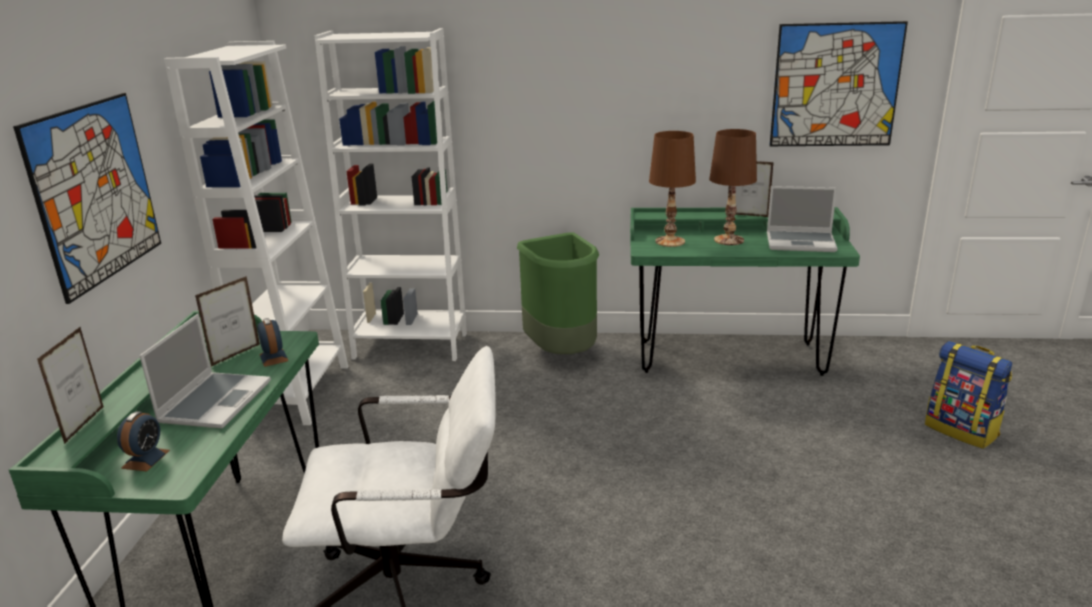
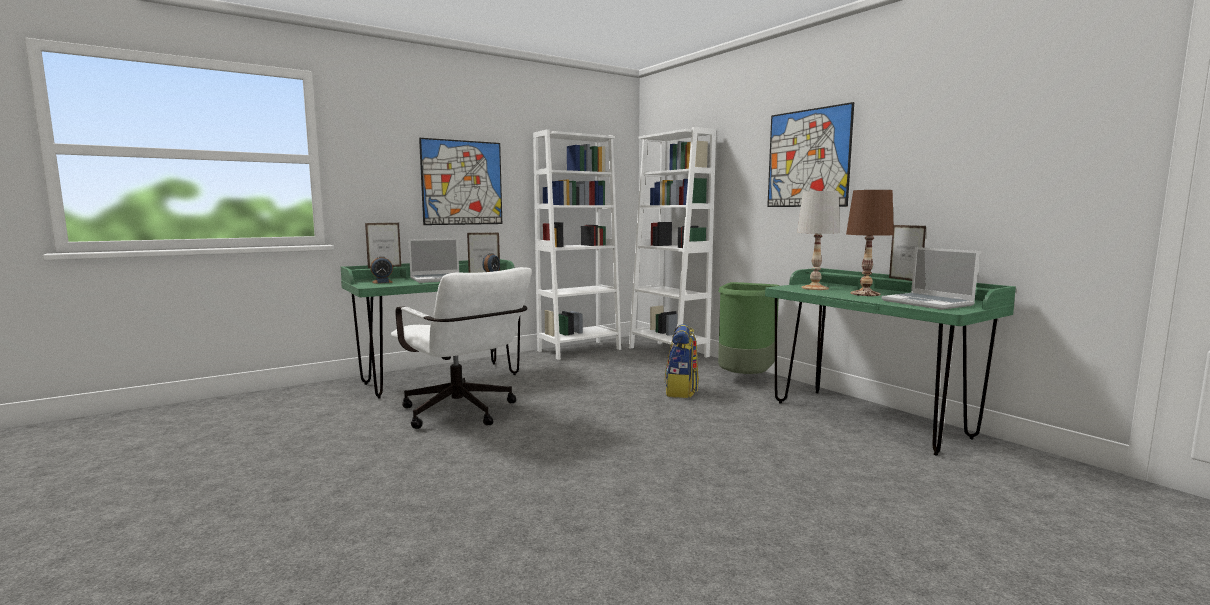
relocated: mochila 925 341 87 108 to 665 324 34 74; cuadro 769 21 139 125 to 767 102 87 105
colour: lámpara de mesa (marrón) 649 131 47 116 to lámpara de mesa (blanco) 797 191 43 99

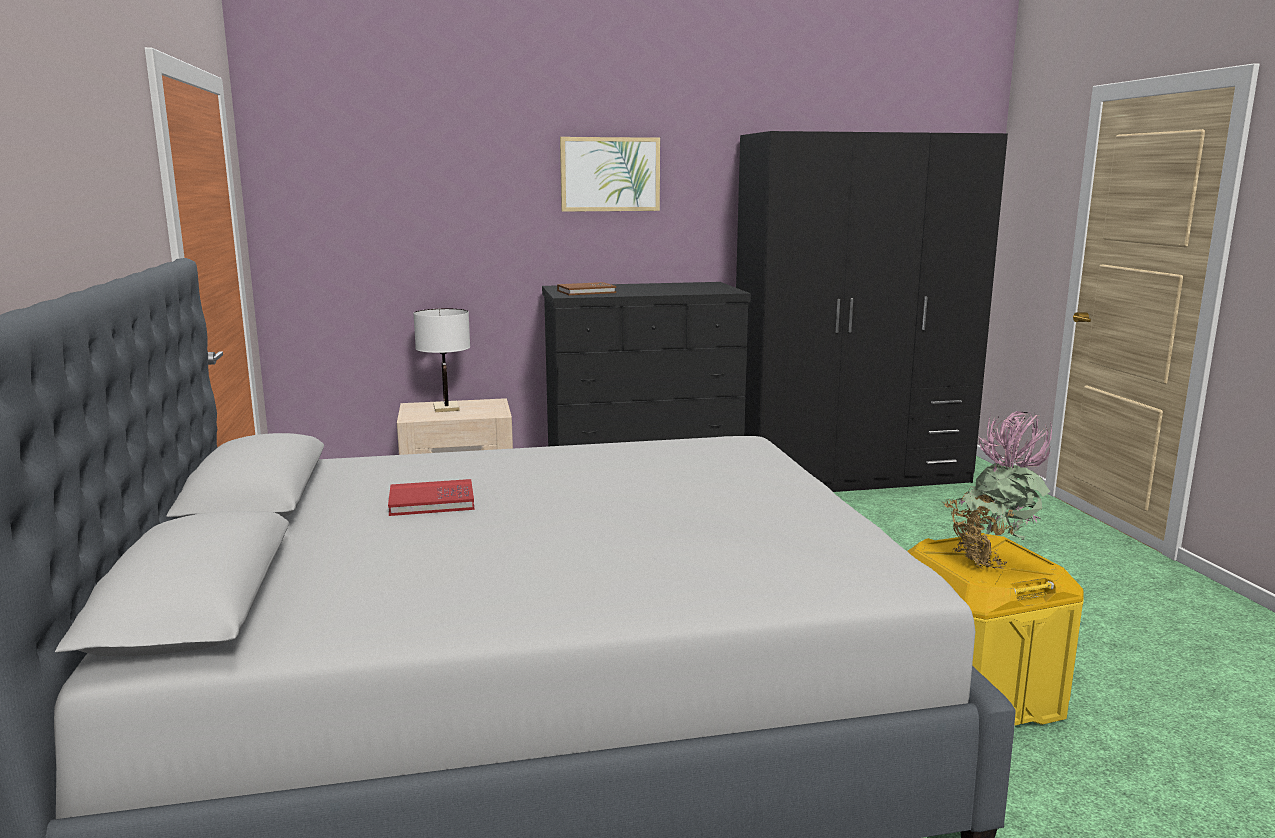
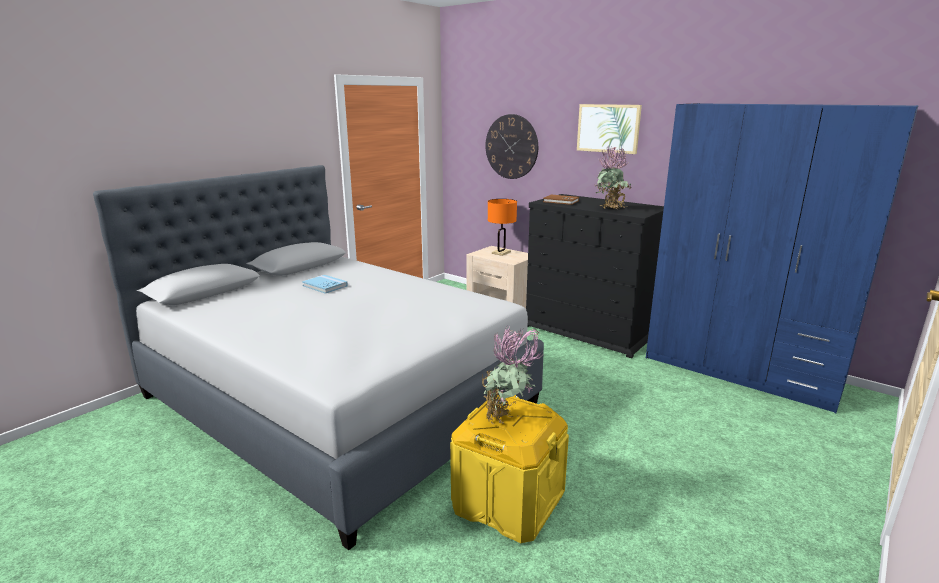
appeared: reloj de pared 486 114 52 65; planta en maceta 593 145 39 64
colour: libro (rojo) 388 479 86 37 to libro (azul) 302 275 46 19; lámpara de mesa (blanco) 413 308 57 104 to lámpara de mesa (naranja) 488 199 29 57; armario ropero (negro) 736 131 272 361 to armario ropero (azul) 646 103 273 310

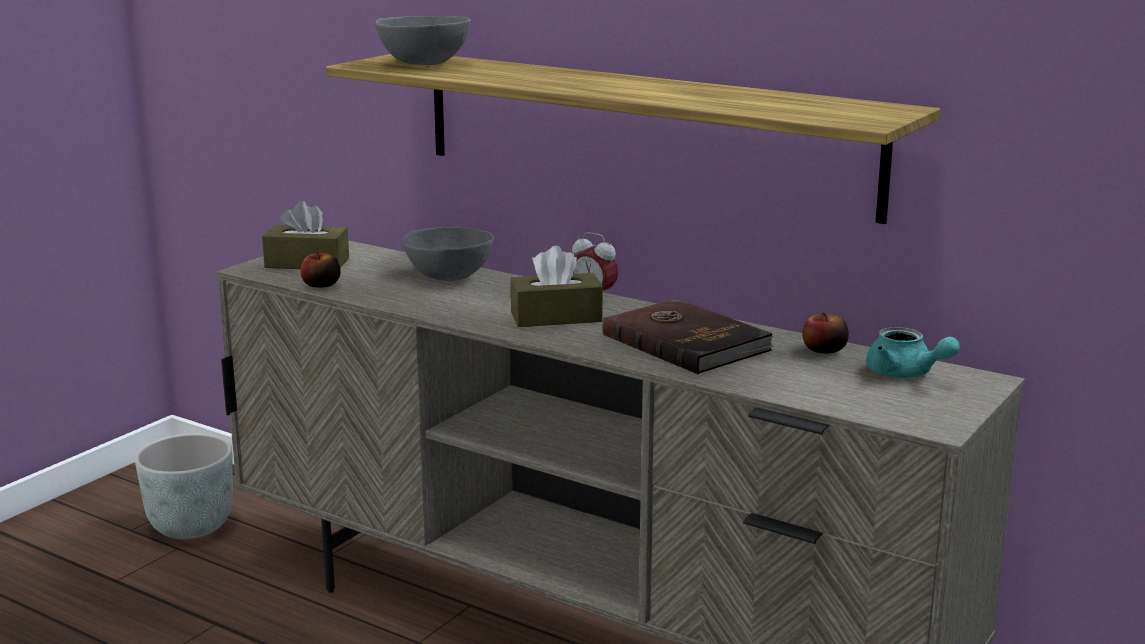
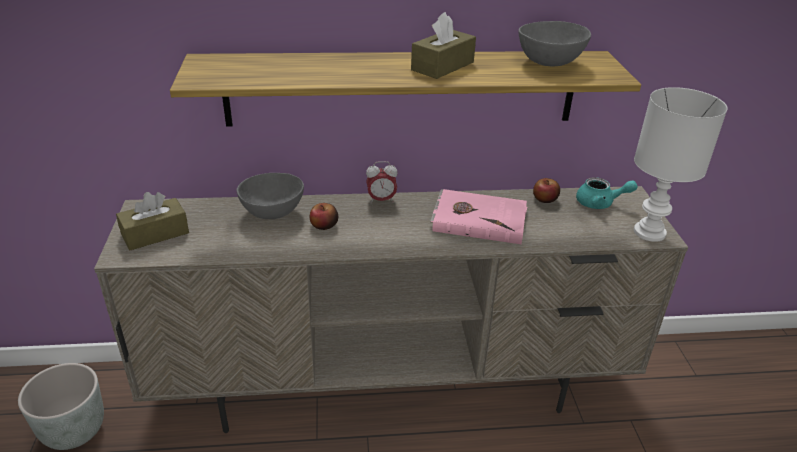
appeared: lámpara de mesa (blanco) 634 87 94 155
relocated: manzana 301 252 40 36 to 310 203 28 27; caja de pañuelos (marrón) 510 246 93 81 to 411 12 65 67; cuenco (gris) 375 16 96 49 to 519 21 72 46
colour: libro (marrón) 602 298 172 76 to libro (rosa) 430 189 97 55

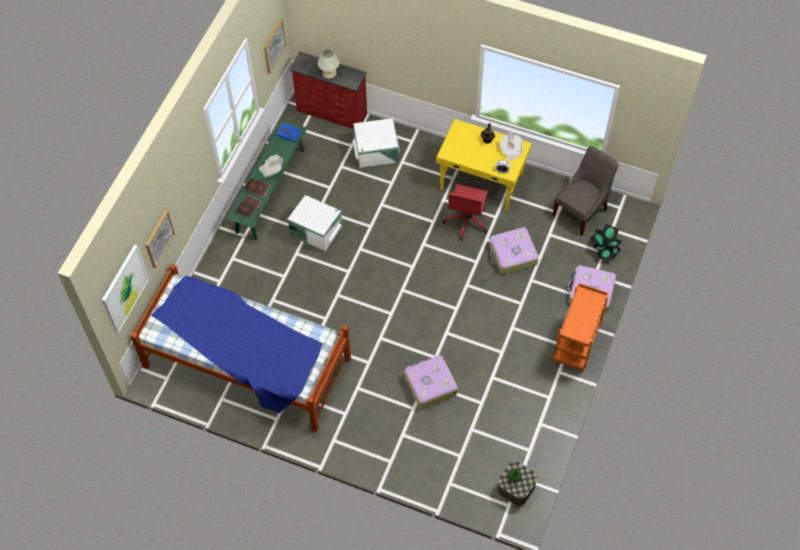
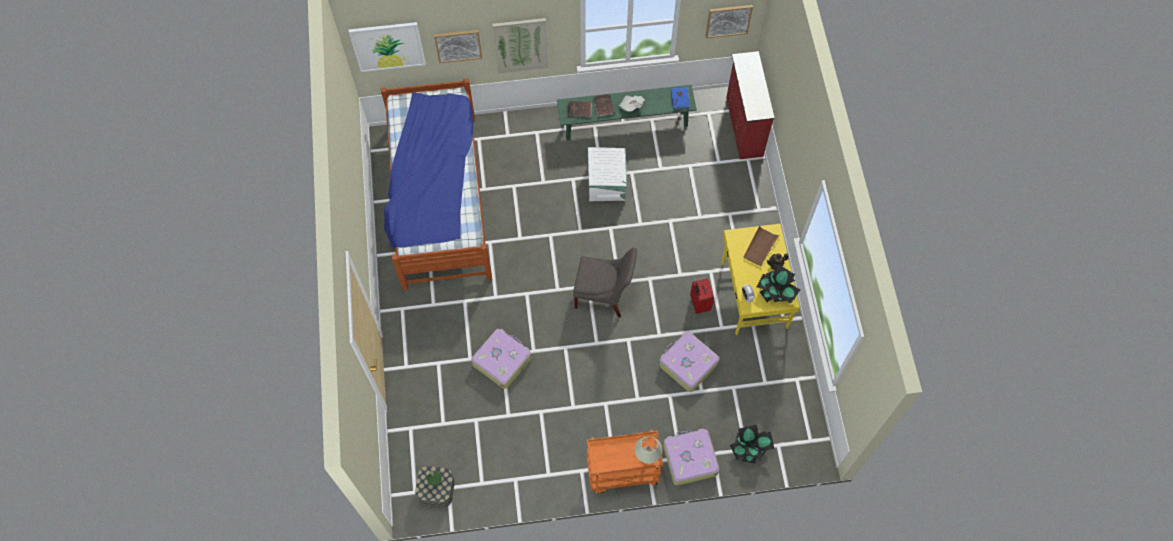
missing: caja de almacenaje (blanco) 353 118 47 50
appeared: cuadro 492 18 56 55; bandeja (marrón) 743 225 36 41
relocated: silla (gris) 552 146 67 90 to 573 247 64 70; lámpara de mesa (beis) 318 48 22 31 to 635 436 28 28
exchanged: silla de oficina (rojo) 443 184 45 56 to maleta (rojo) 690 279 24 35; periódico 499 132 24 29 to planta en maceta 756 265 44 39

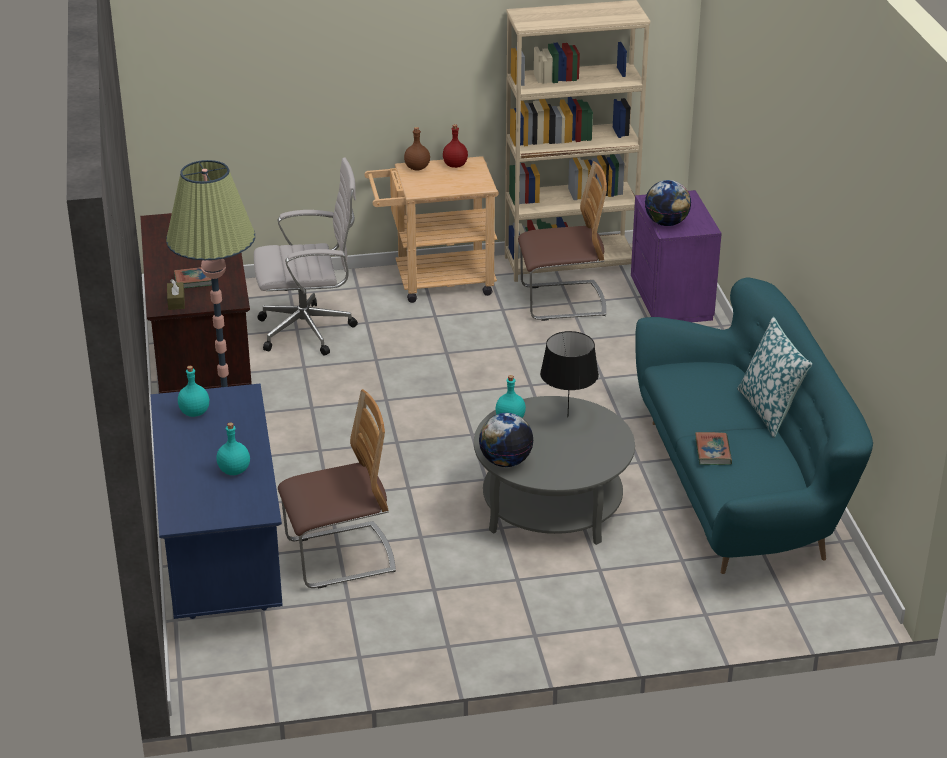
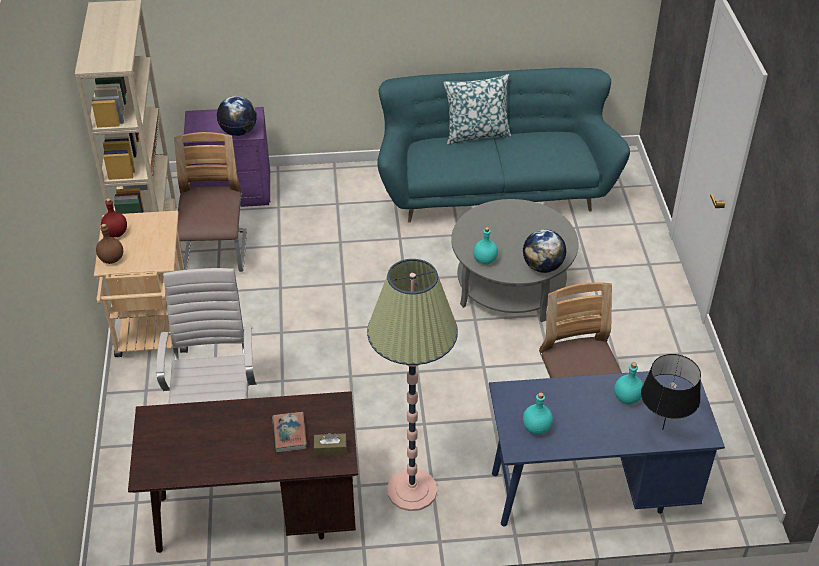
missing: libro 695 432 37 33
relocated: lámpara de mesa (negro) 540 331 59 81 to 641 354 60 76

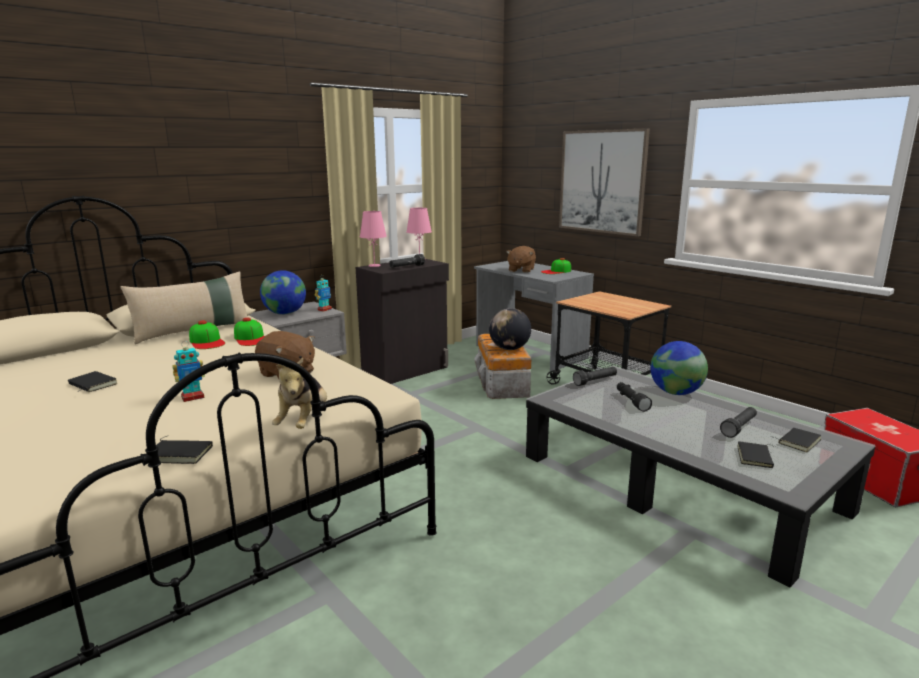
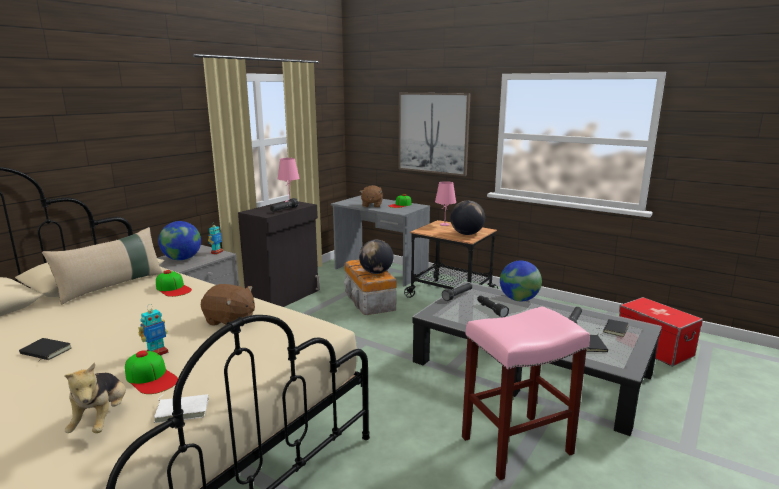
appeared: globo terráqueo 450 200 35 35; taburete (rosa) 462 306 128 174
relocated: peluche 272 358 55 71 to 65 362 61 71; gorra 189 321 36 28 to 125 350 53 44; lámpara de mesa (rosa) 360 211 27 56 to 435 181 21 45
colour: libro (negro) 156 436 57 28 to libro (blanco) 154 394 55 29

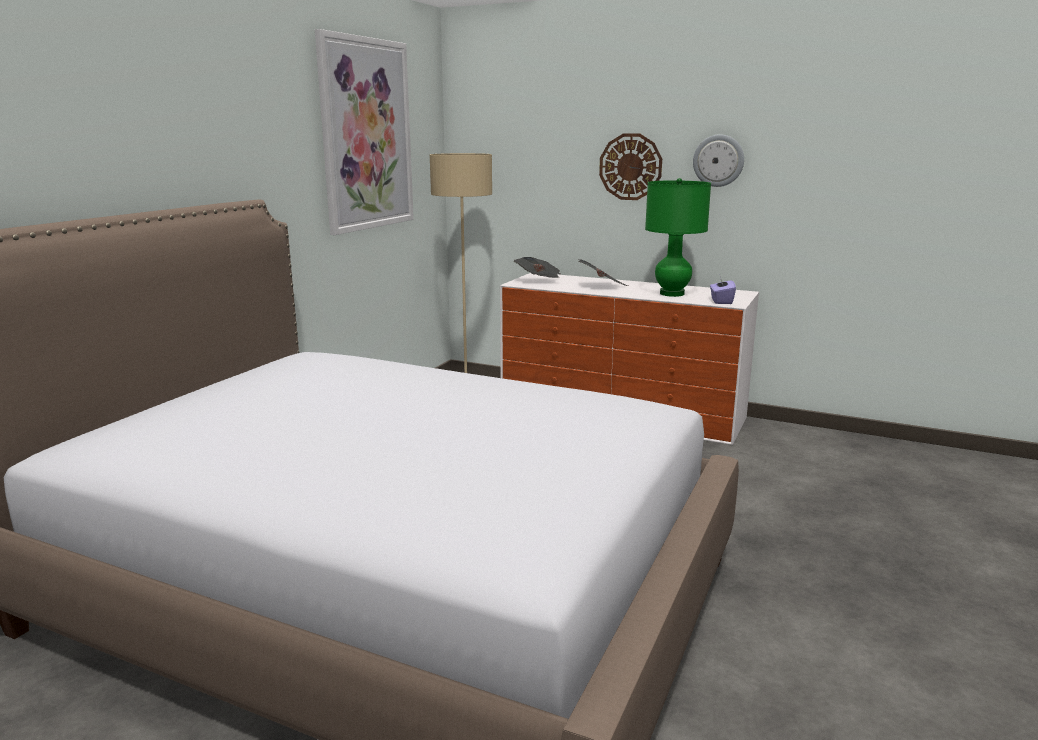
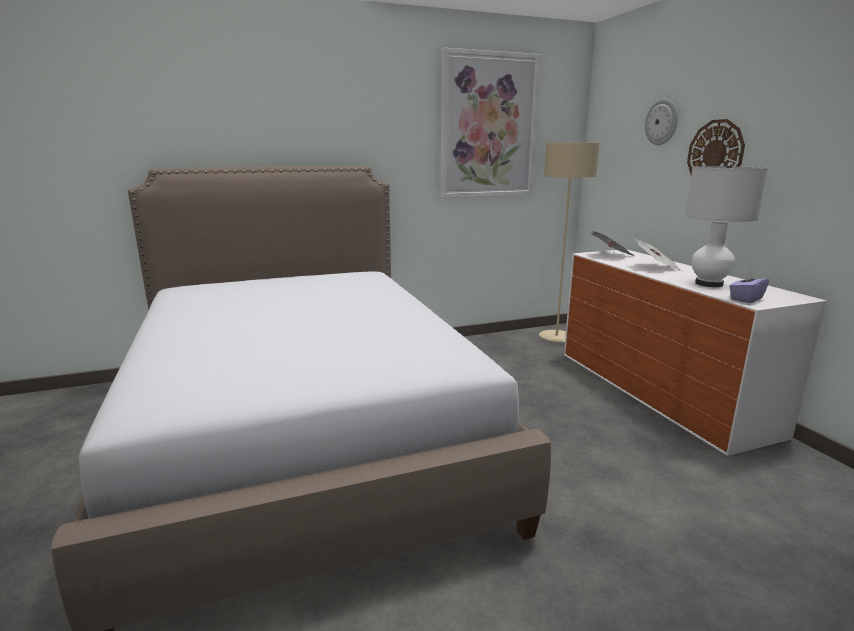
relocated: reloj de pared 693 134 51 53 to 645 99 33 46
colour: lámpara de mesa (verde) 645 178 66 119 to lámpara de mesa (blanco) 685 162 83 125

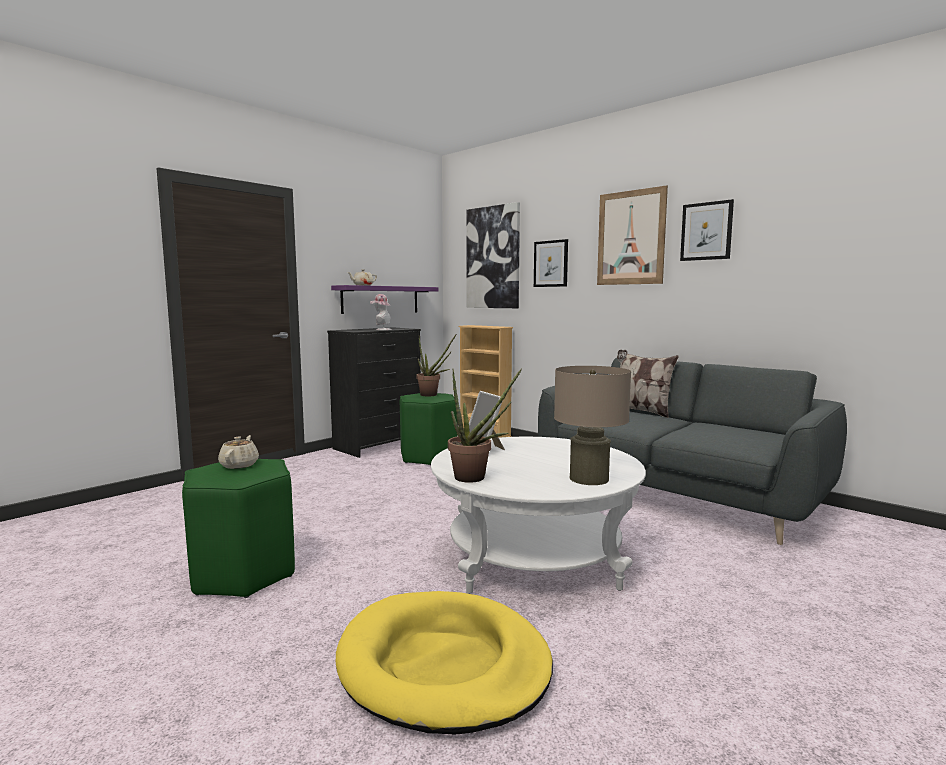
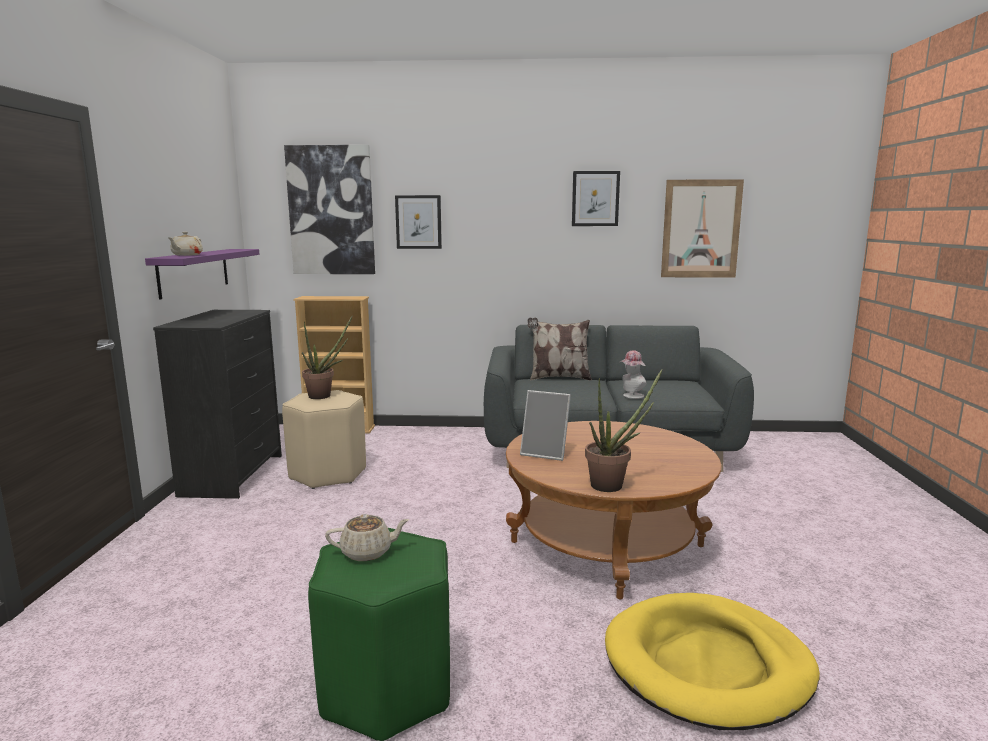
missing: lámpara de mesa (beis) 554 366 77 119
relocated: sombrero 370 294 22 36 to 619 350 27 49; cuadro 597 185 71 100 to 661 179 83 99
colour: taburete (verde) 400 393 58 72 to taburete (beis) 282 390 84 99; mesa de centro (blanco) 431 437 215 157 to mesa de centro (marrón) 506 421 216 178
spun: tetera (beis) 218 435 41 34 = 325 514 85 47 120 degrees clockwise

